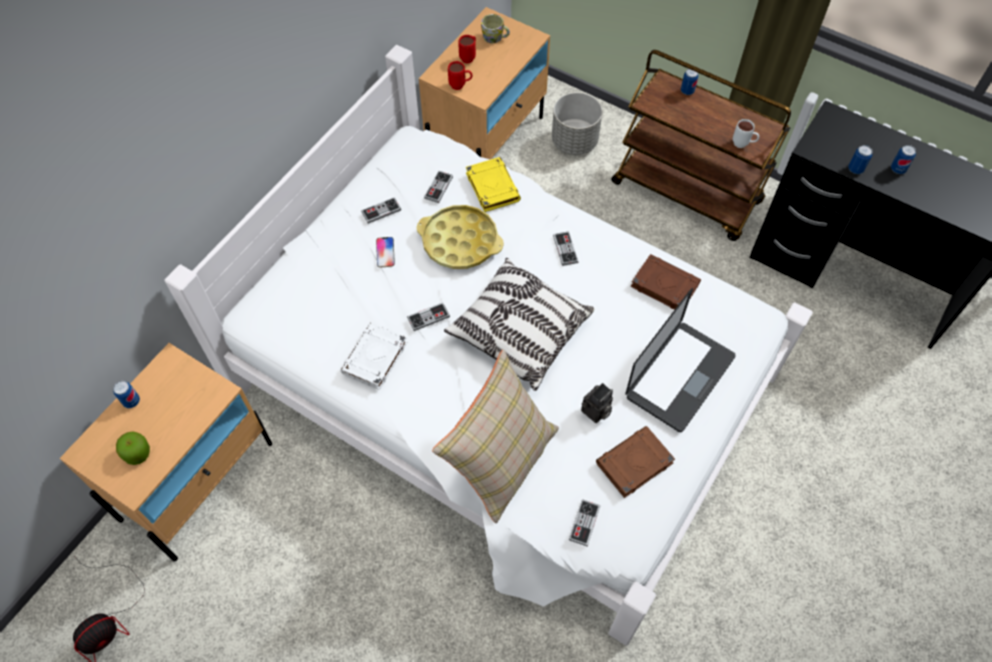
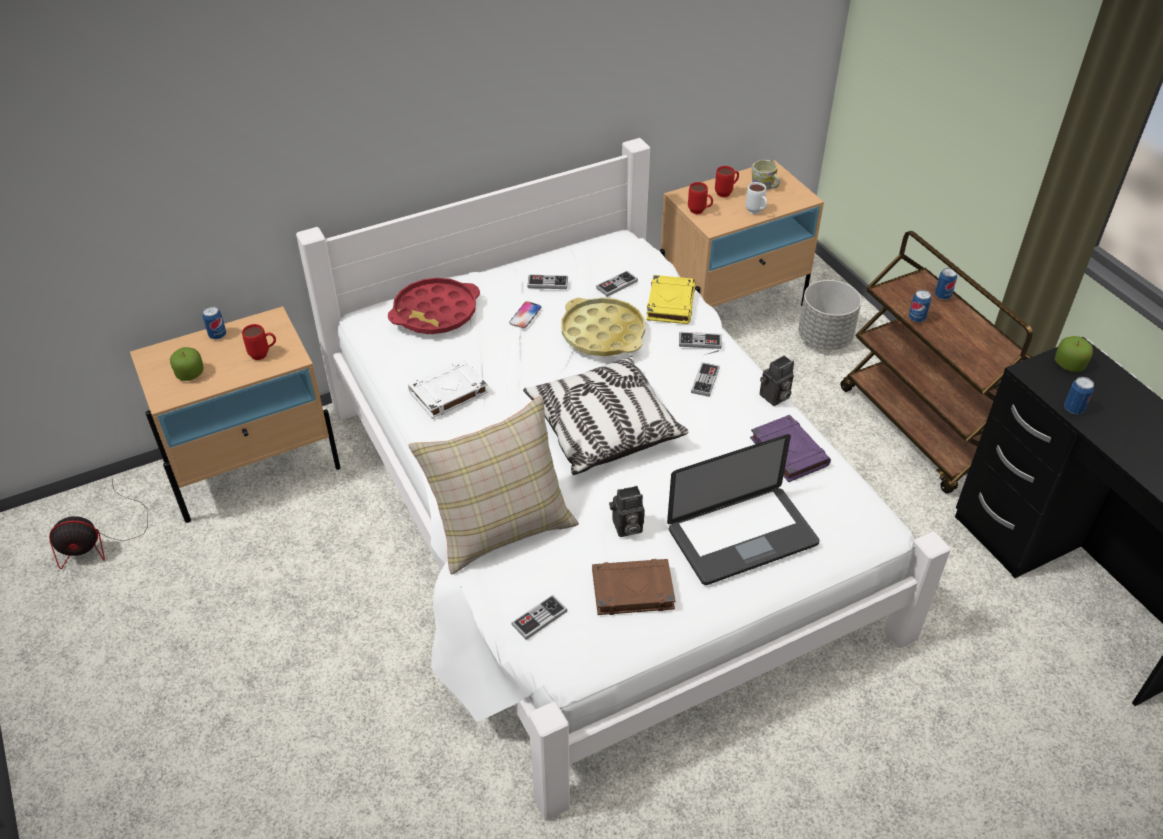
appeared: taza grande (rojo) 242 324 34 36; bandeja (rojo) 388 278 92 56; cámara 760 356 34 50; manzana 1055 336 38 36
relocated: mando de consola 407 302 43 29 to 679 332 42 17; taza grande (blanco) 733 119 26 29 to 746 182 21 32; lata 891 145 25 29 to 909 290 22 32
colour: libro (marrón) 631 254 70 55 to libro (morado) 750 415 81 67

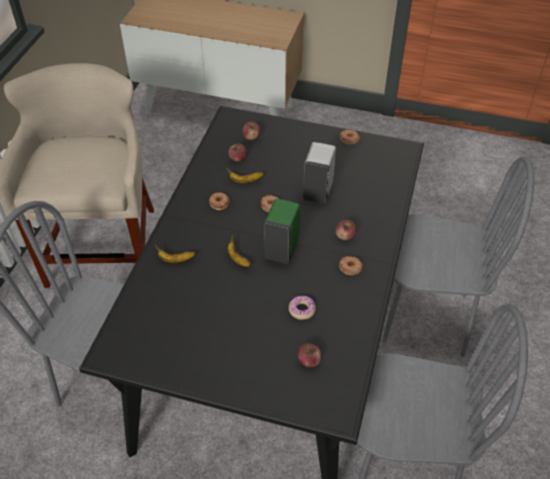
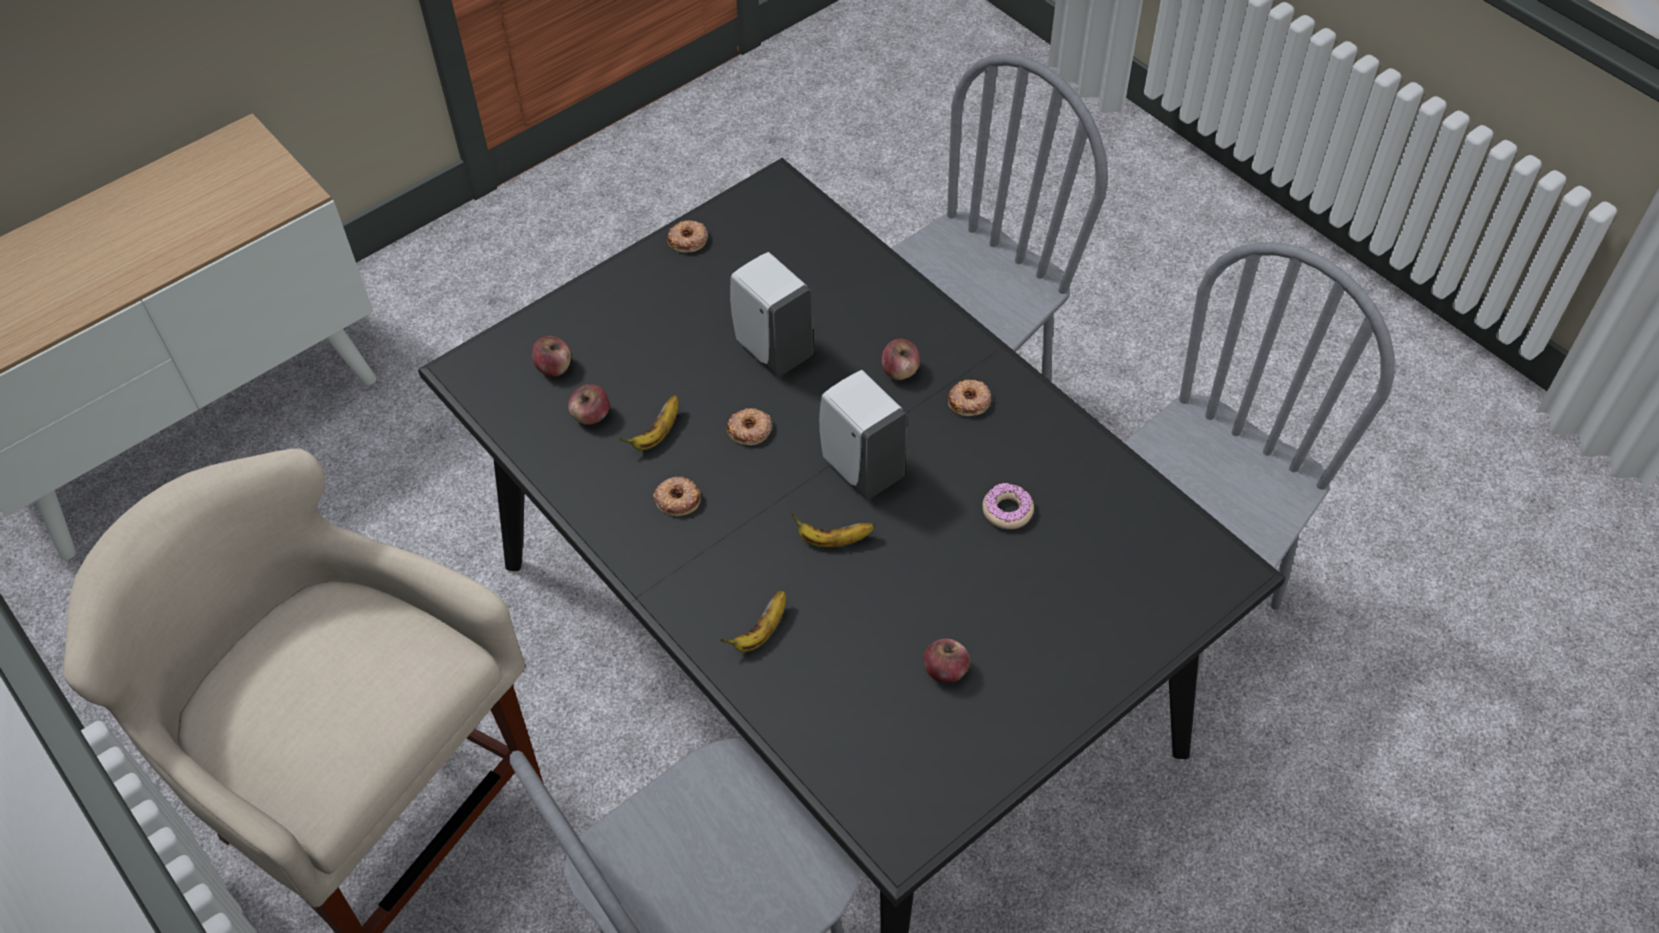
relocated: manzana 298 343 23 25 to 923 639 47 44
colour: dispensador de jabón (verde) 264 199 36 65 to dispensador de jabón (blanco) 819 370 88 130

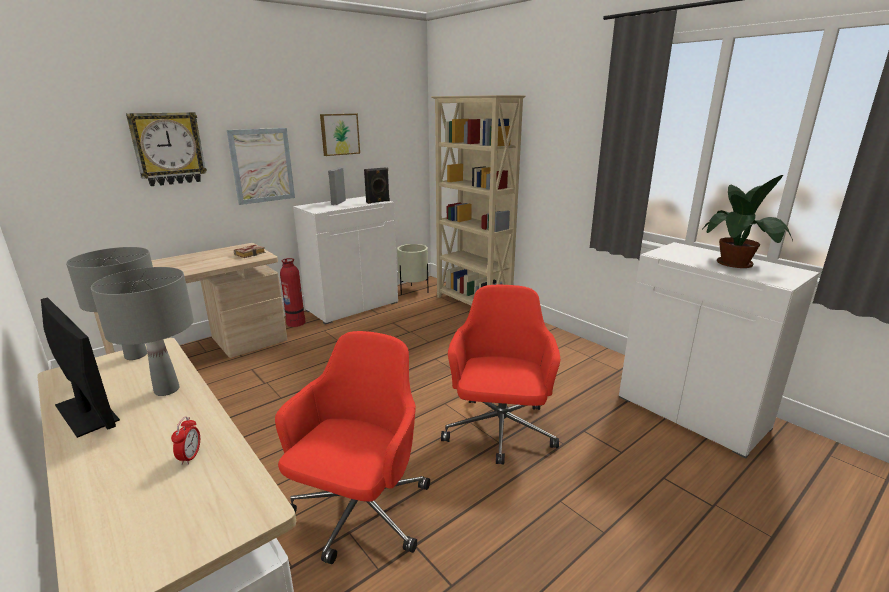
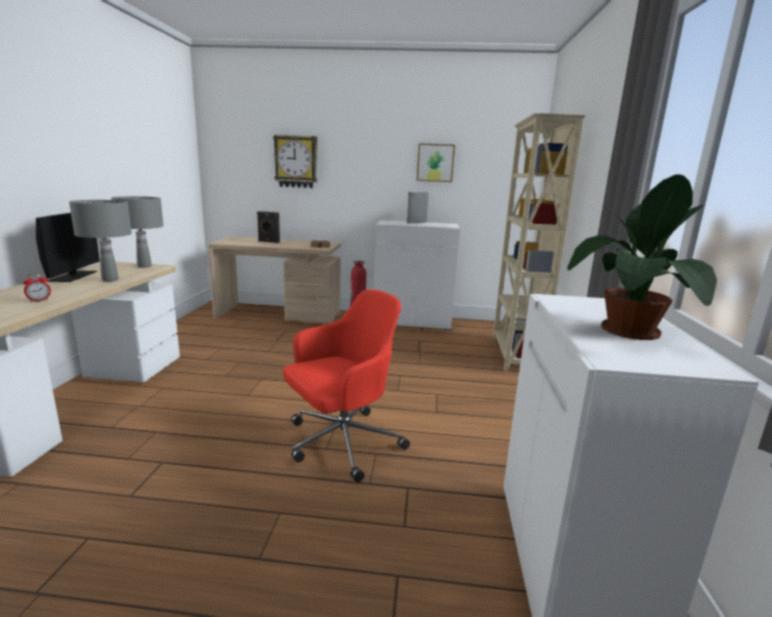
missing: cuadro 227 128 68 77; silla de oficina (rojo) 275 331 155 233; maceta (beis) 397 244 31 51
relocated: altavoz (negro) 364 167 26 37 to 257 211 23 32

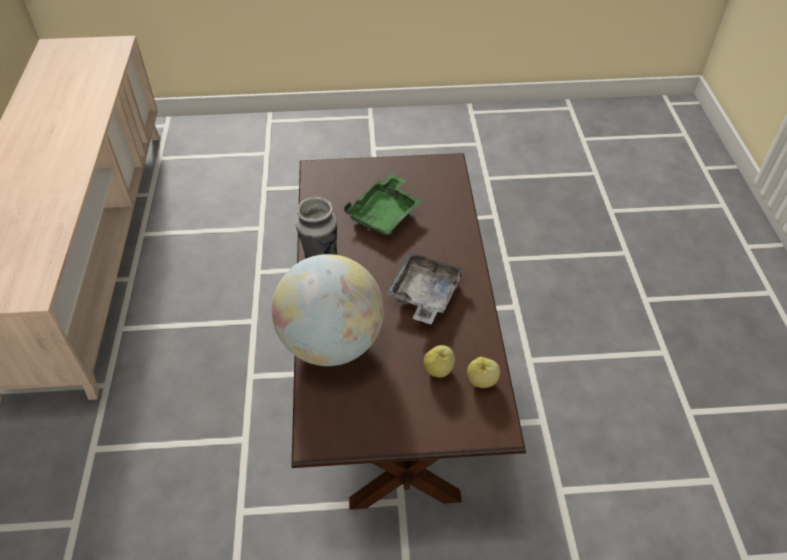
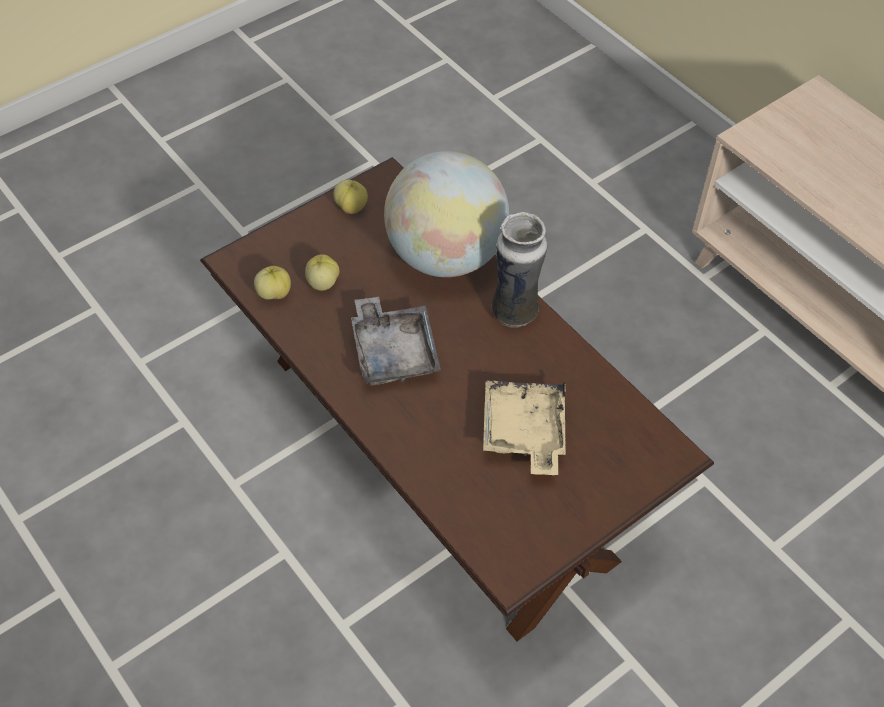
appeared: manzana 334 180 34 34
colour: bandeja (verde) 344 174 78 61 to bandeja (beis) 483 380 83 95

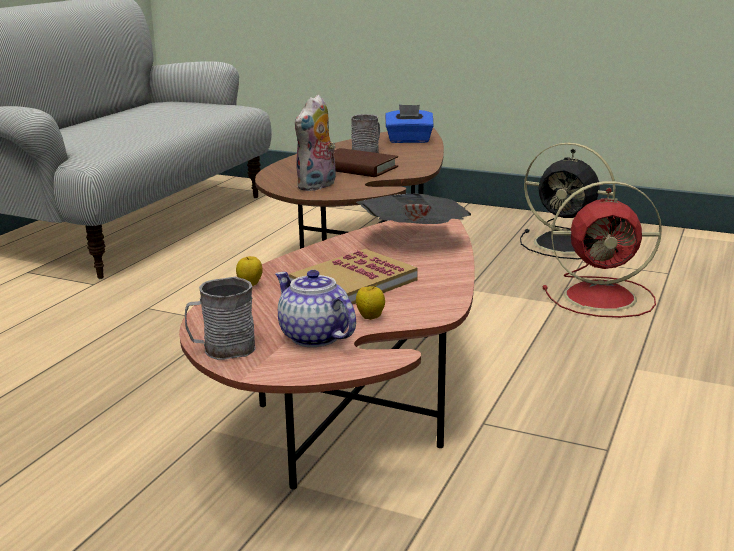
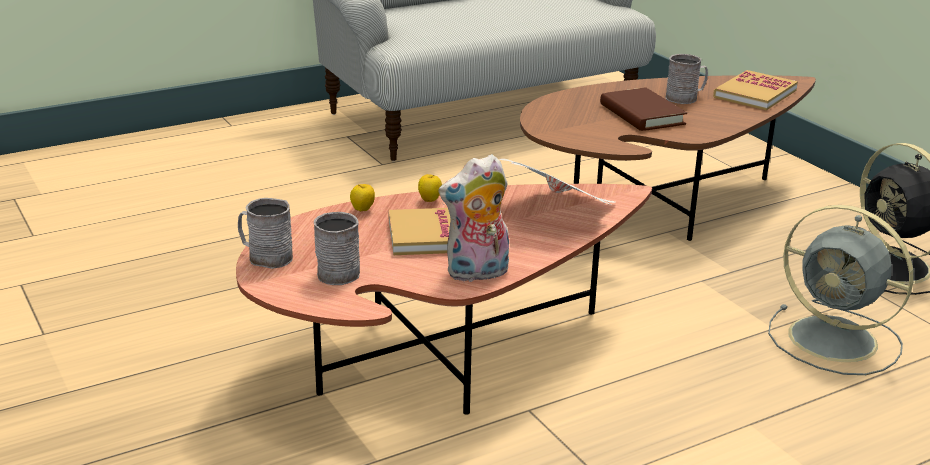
relocated: manzana 356 285 29 35 to 418 174 24 28; peluche 295 95 41 96 to 438 154 71 128
exchanged: tetera 275 270 81 77 to taza grande (gris) 314 212 46 73; caja de pañuelos (azul) 385 104 49 39 to libro 713 70 85 41
colour: ventilador (rojo) 543 181 119 137 to ventilador (gris) 768 205 146 170

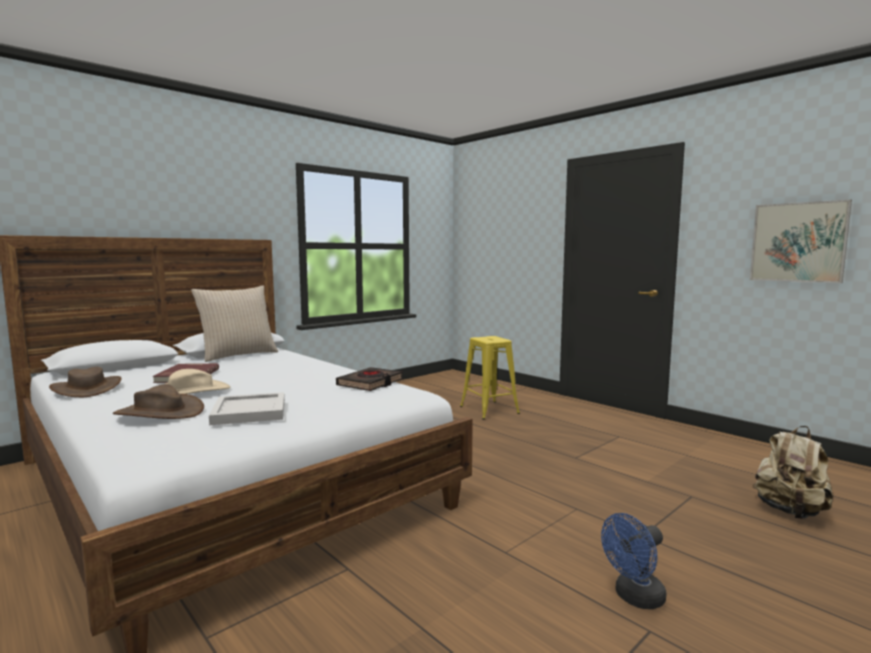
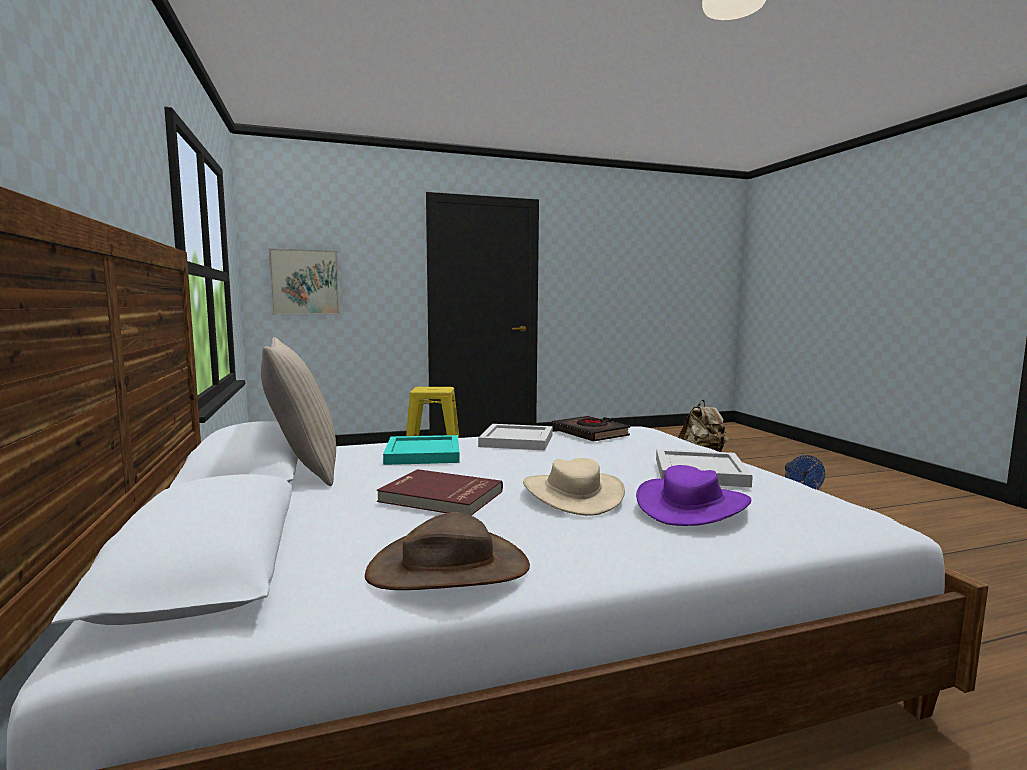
appeared: bandeja (turquesa) 383 435 76 30; bandeja (blanco) 478 424 75 26
relocated: cuadro 750 200 102 83 to 268 248 72 67
colour: sombrero (marrón) 113 384 91 35 to sombrero (morado) 636 465 115 61

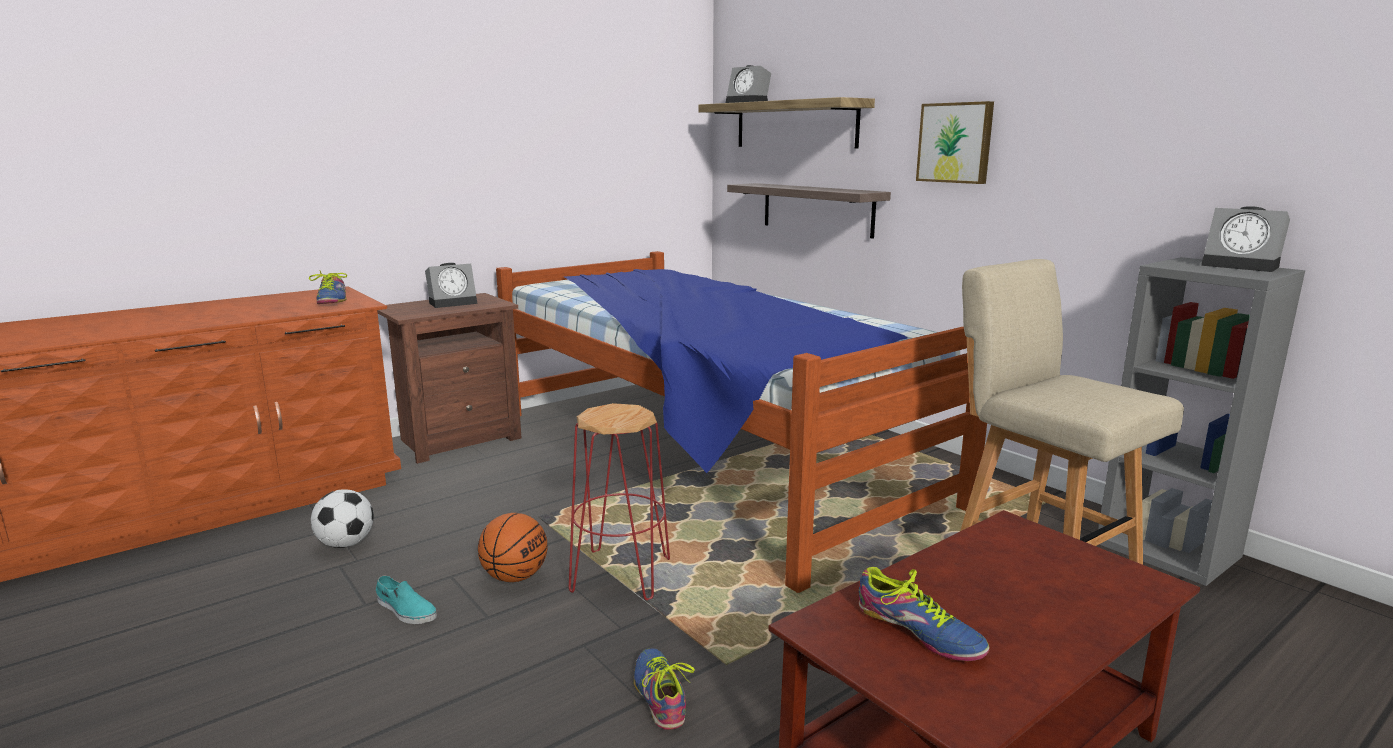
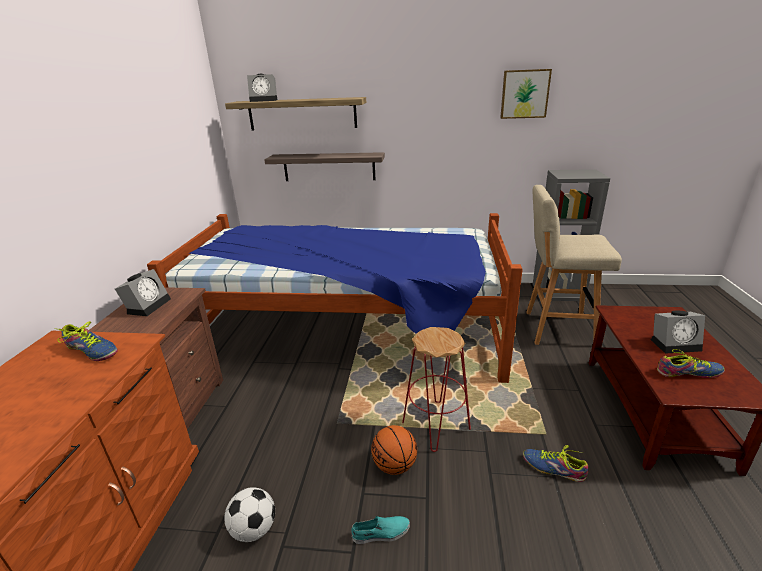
relocated: cuadro 916 101 78 83 to 500 69 52 50; despertador 1201 206 89 66 to 651 311 54 43

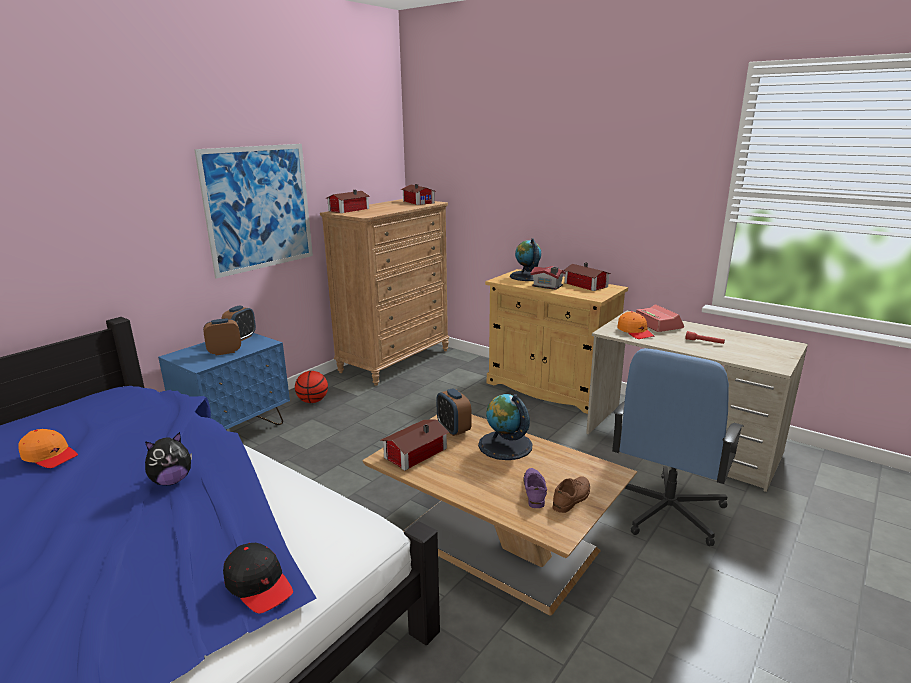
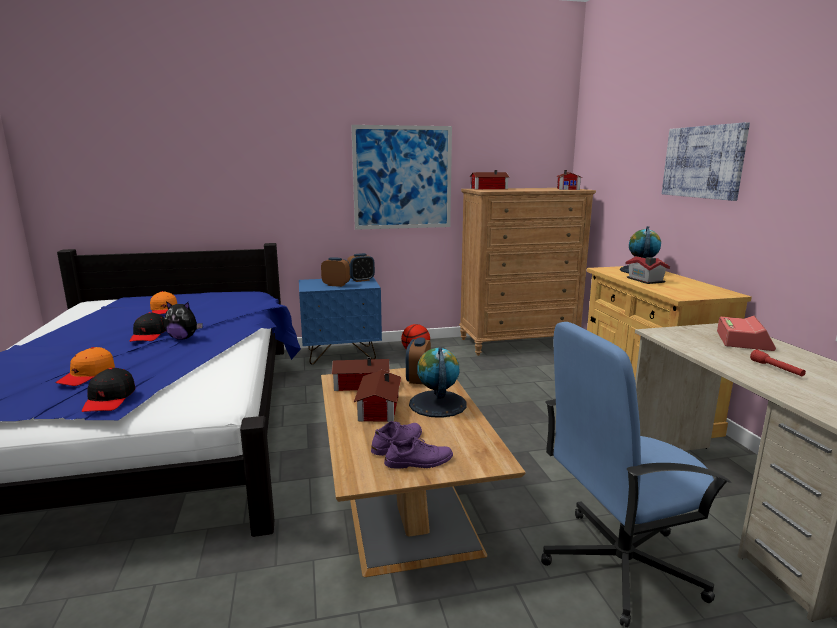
appeared: gorra (negro) 130 312 36 30; cuadro 662 122 88 79
relocated: gorra (naranja) 617 311 37 28 to 55 347 60 39; casita 563 263 48 28 to 354 370 47 52
colour: zapato (marrón) 552 476 38 37 to zapato (morado) 384 436 69 33

